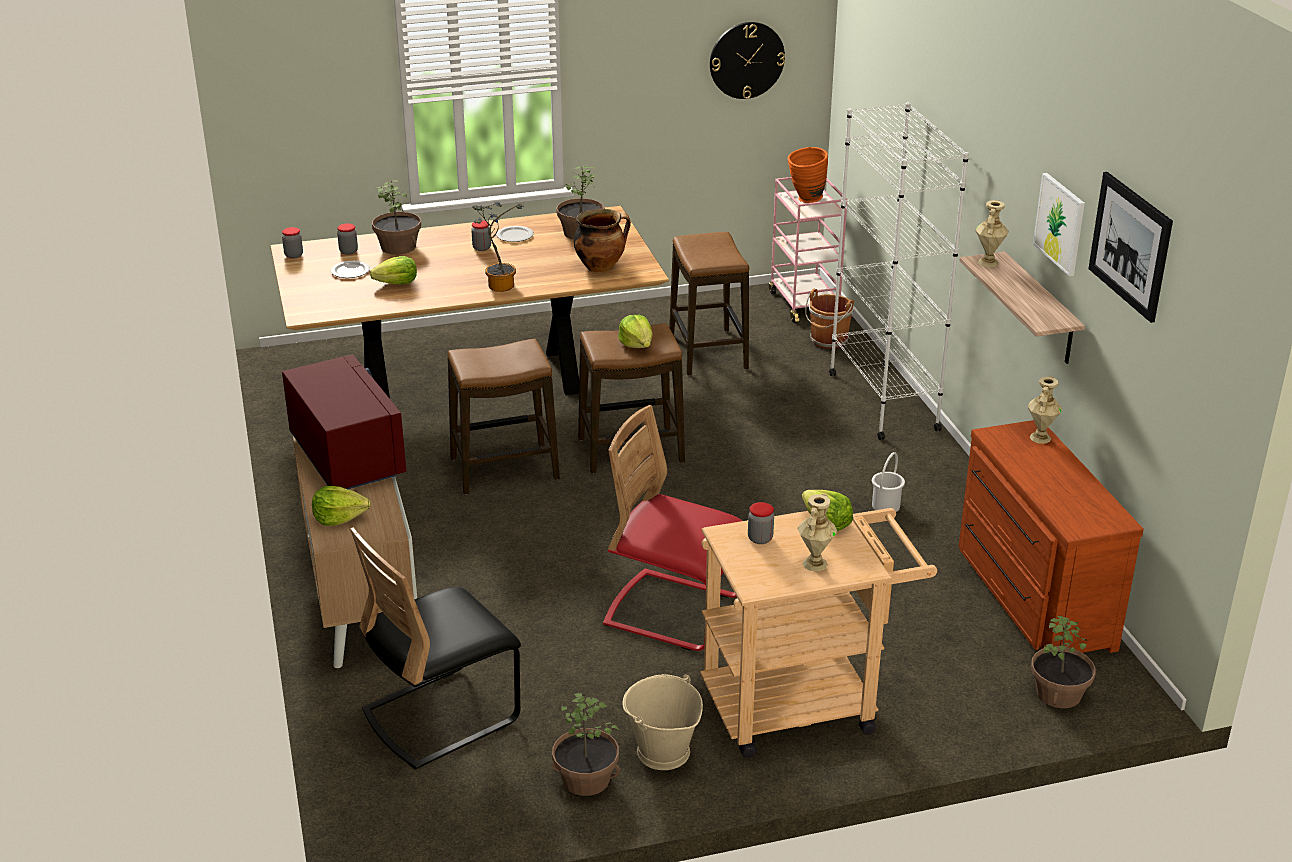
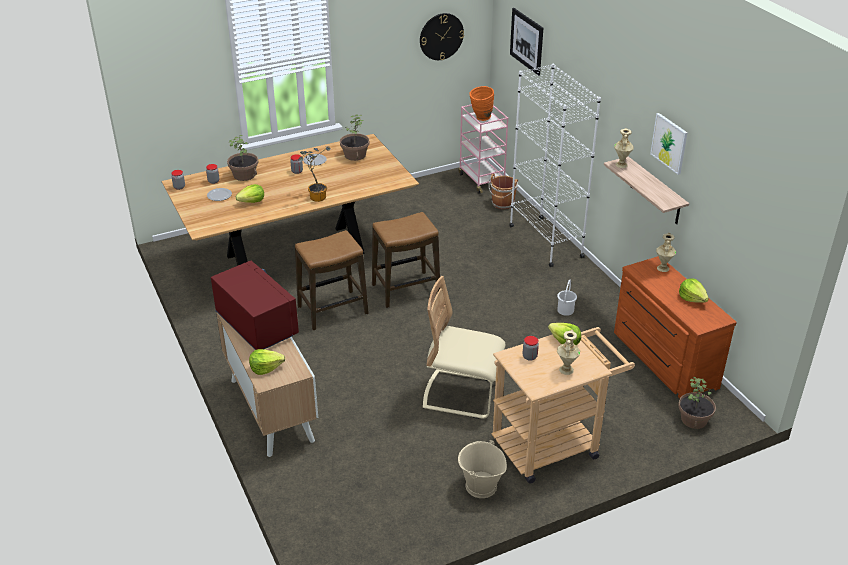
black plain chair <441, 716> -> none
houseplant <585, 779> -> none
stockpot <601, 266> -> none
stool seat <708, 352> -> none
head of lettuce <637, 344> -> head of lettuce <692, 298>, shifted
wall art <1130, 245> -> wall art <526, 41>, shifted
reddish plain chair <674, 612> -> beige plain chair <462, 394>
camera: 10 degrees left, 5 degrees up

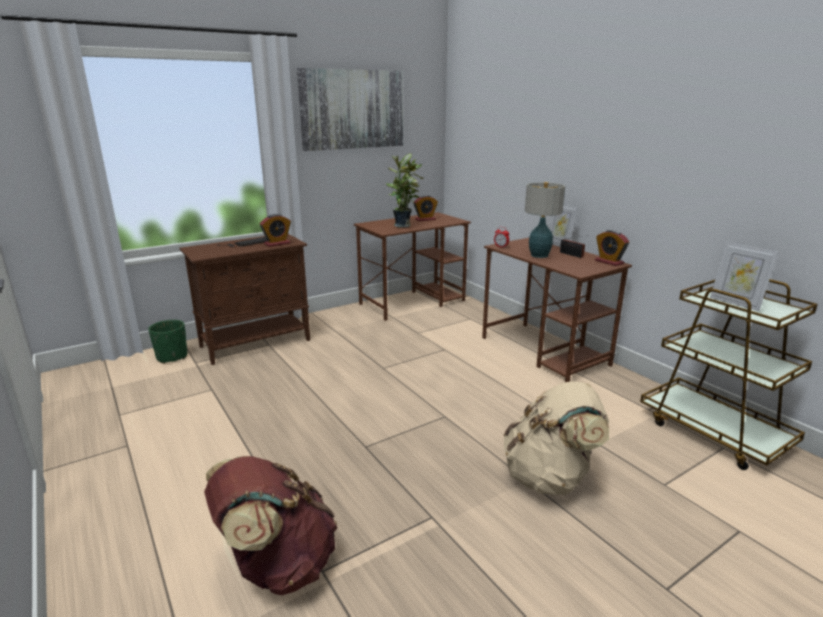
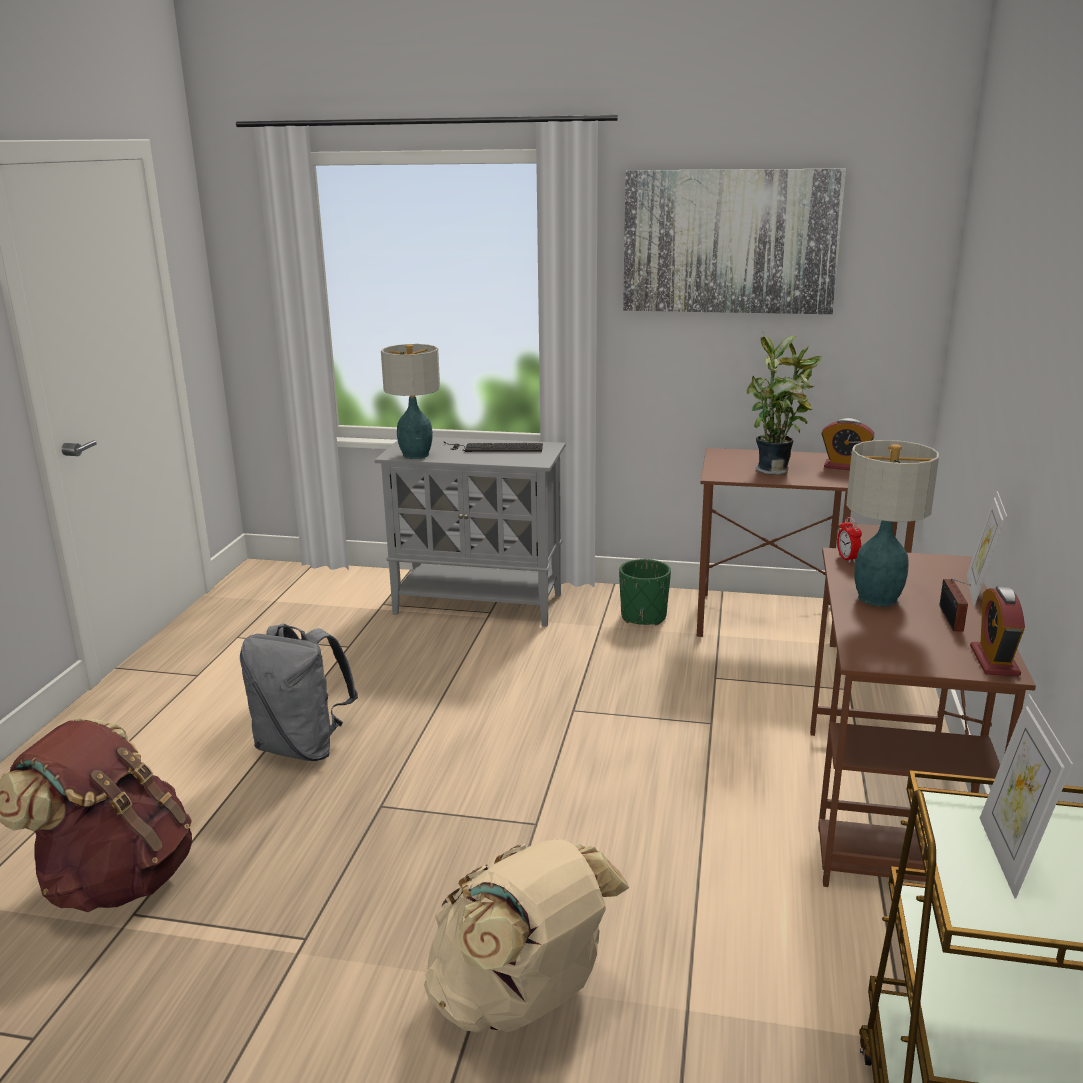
table clock <277, 243> -> none
none -> gray knapsack <302, 747>
none -> table lamp <415, 455>
green planter <172, 357> -> green planter <643, 617>, shifted
brownish cabinet <256, 343> -> gray cabinet <480, 604>
camera: 45 degrees right, 0 degrees up

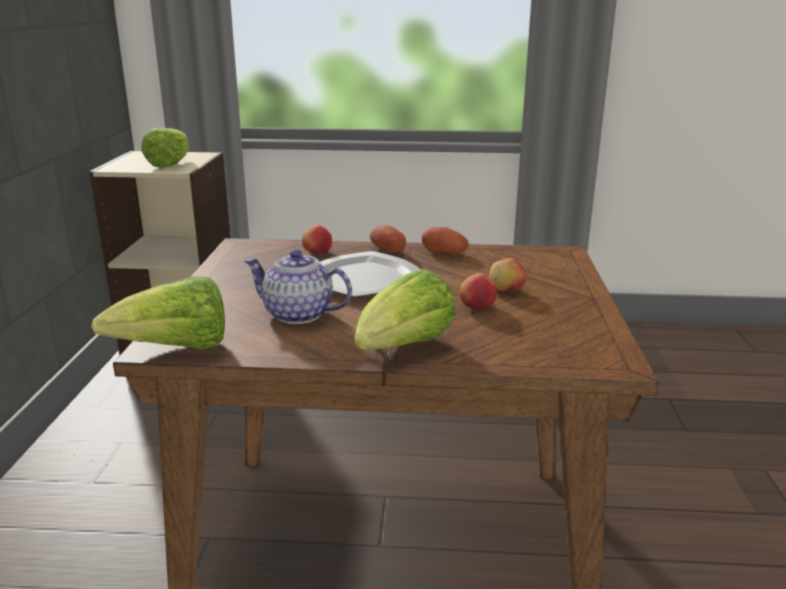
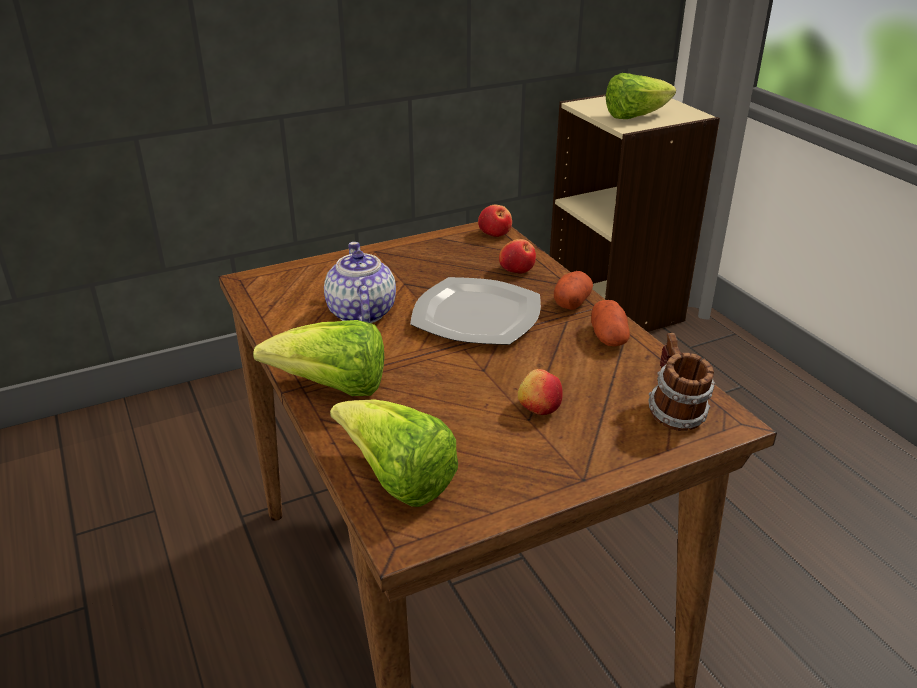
none -> coffee mug <674, 413>
head of lettuce <176, 350> -> head of lettuce <397, 479>, shifted
apple <477, 306> -> apple <495, 233>, shifted
camera: 60 degrees right, 10 degrees up

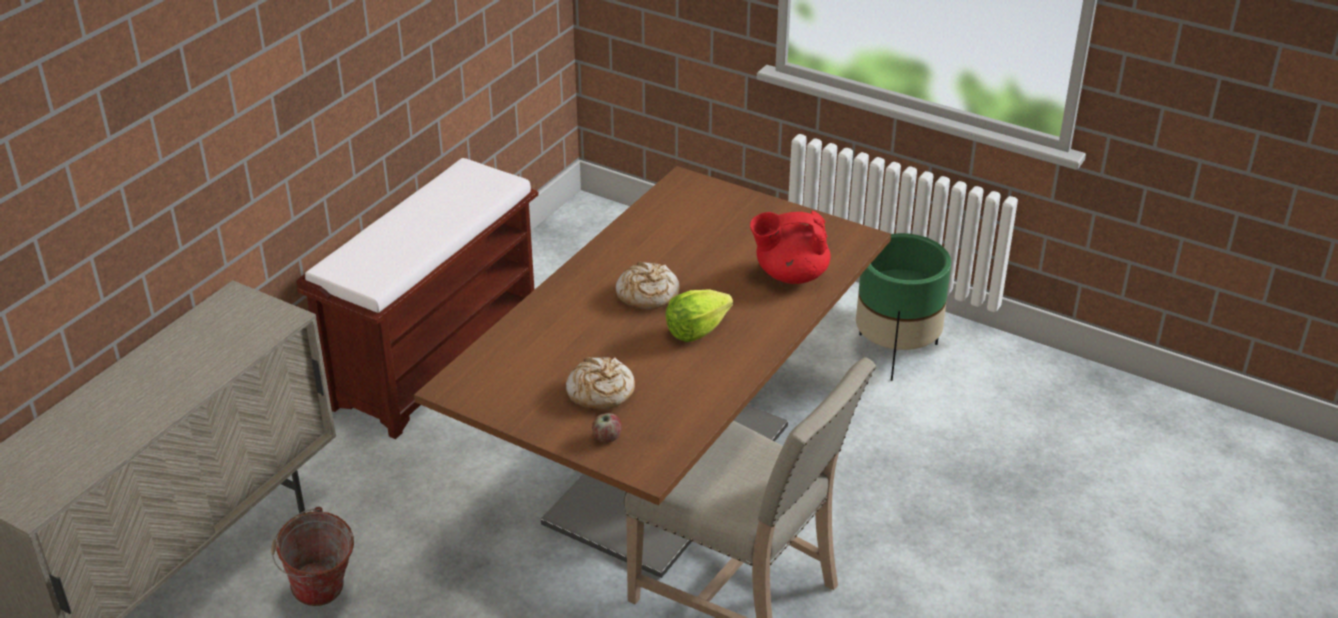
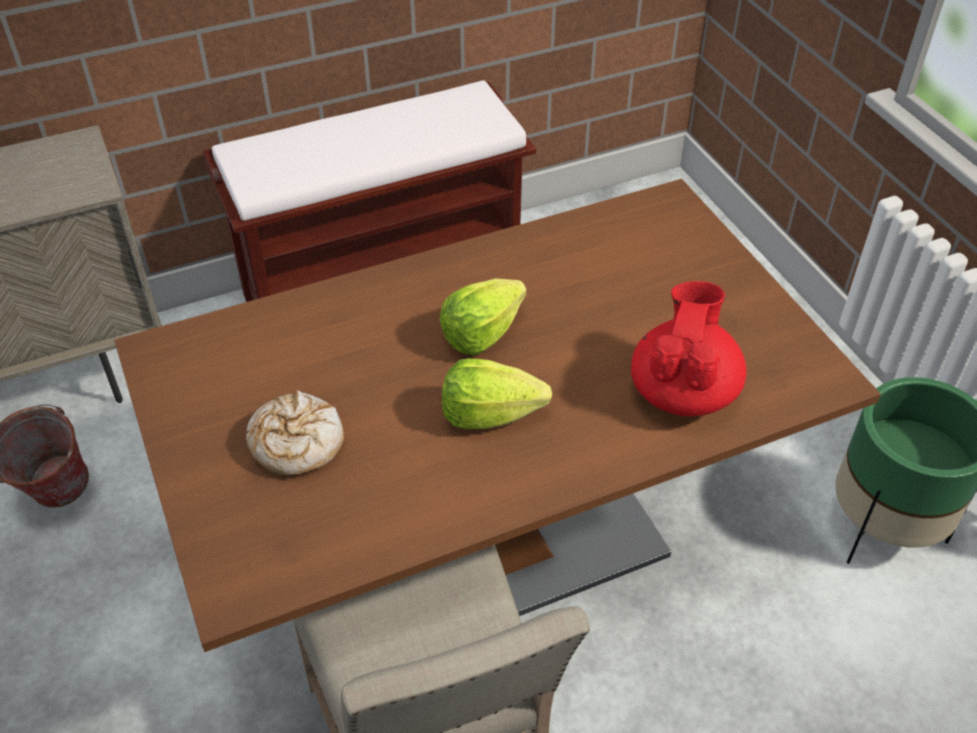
apple <606, 437> -> none
bakery bread <647, 294> -> head of lettuce <481, 334>
reddish pot for tea <790, 274> -> reddish pot for tea <683, 391>, 75 degrees clockwise
camera: 35 degrees right, 10 degrees up

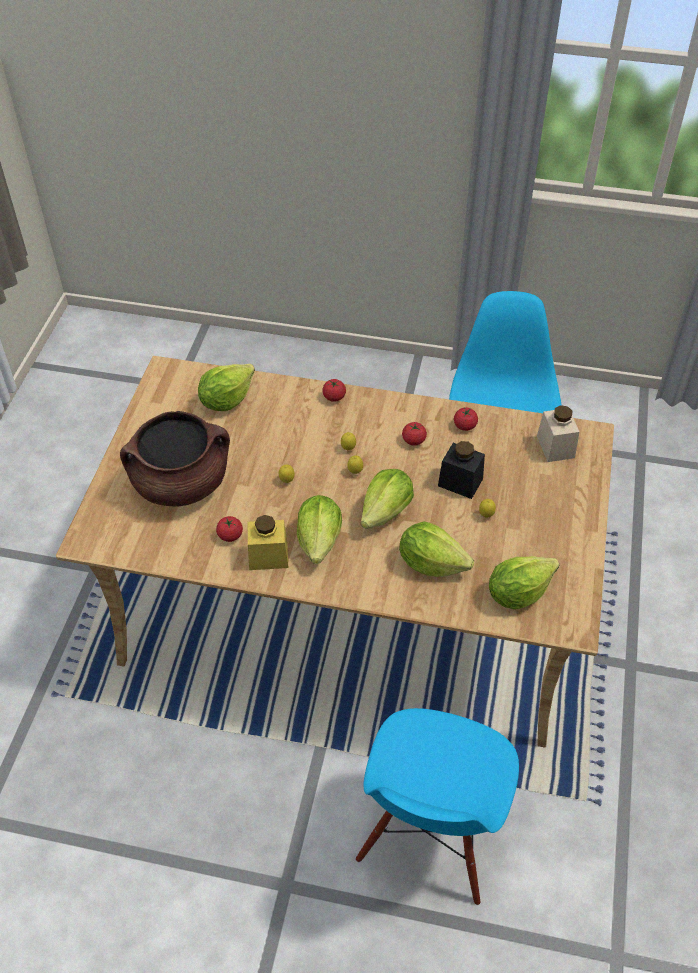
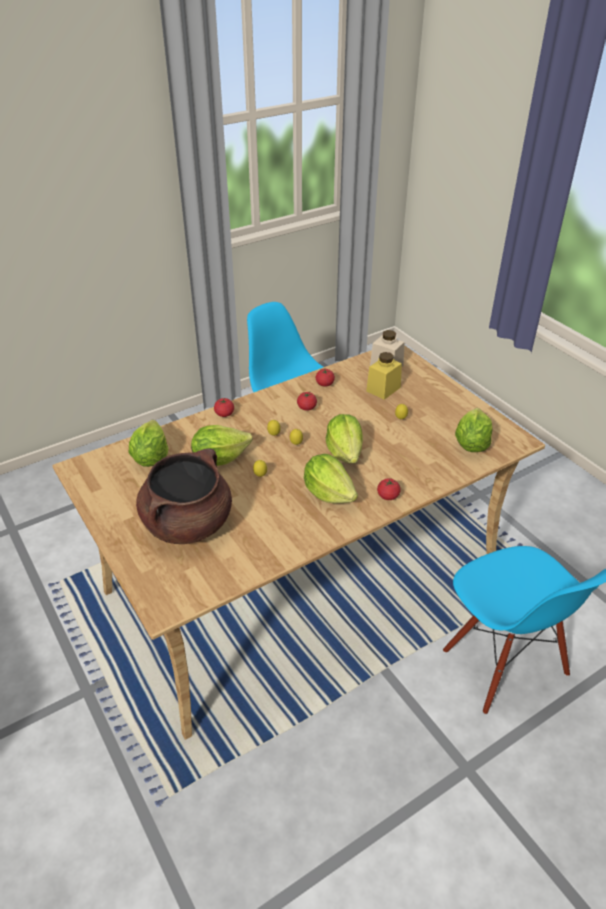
black storage jar <460, 482> -> none
whole tomato <230, 535> -> whole tomato <388, 496>, shifted
yellowish storage jar <268, 556> -> yellowish storage jar <383, 389>, shifted
head of lettuce <431, 563> -> head of lettuce <219, 458>, shifted
camera: 45 degrees left, 10 degrees down

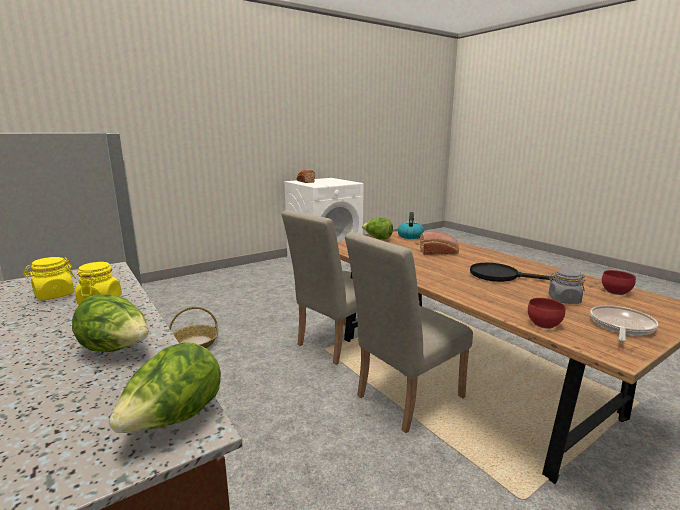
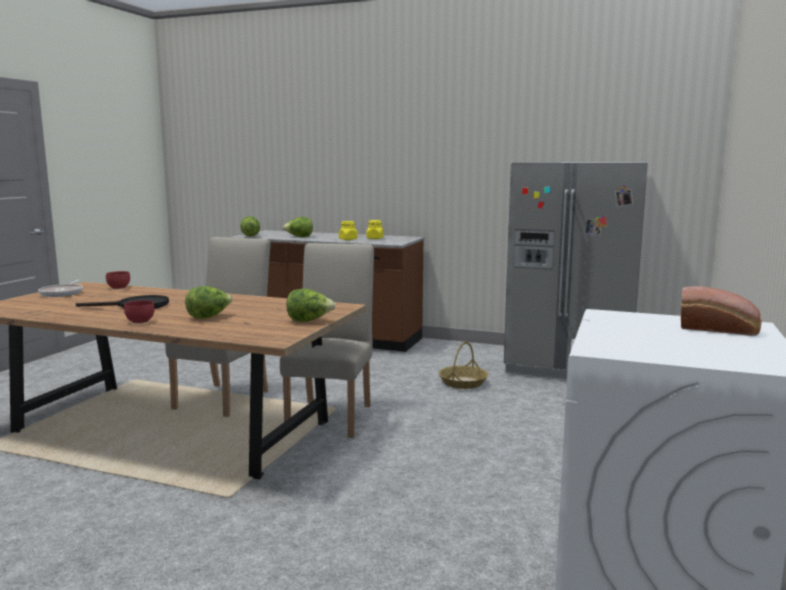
kettle <410, 236> -> none
gray storage jar <563, 300> -> none
reddish bowl <614, 292> -> reddish bowl <141, 321>, shifted
bakery bread <439, 252> -> head of lettuce <209, 317>
camera: 145 degrees right, 5 degrees down

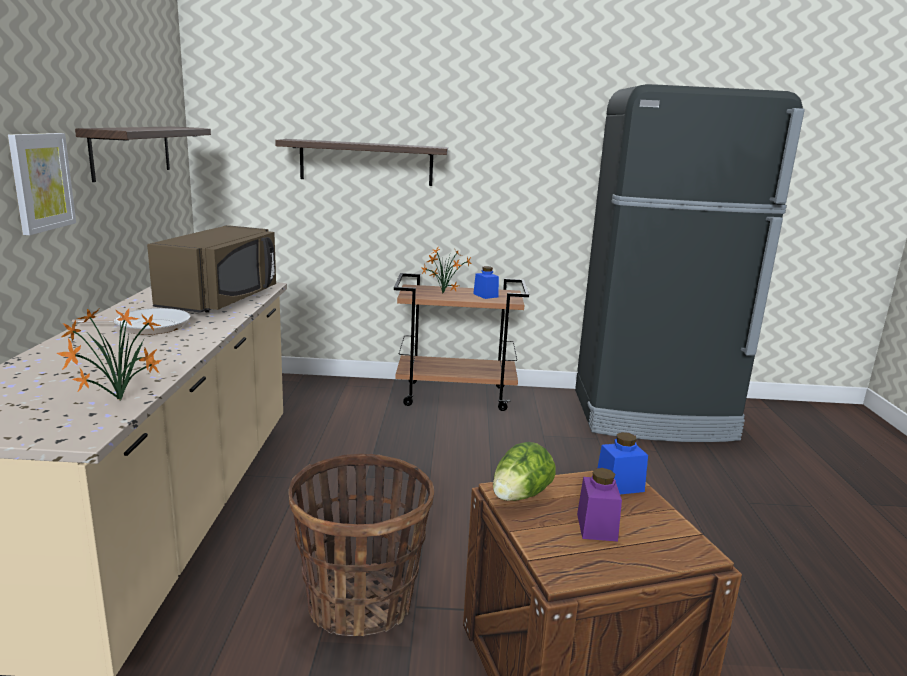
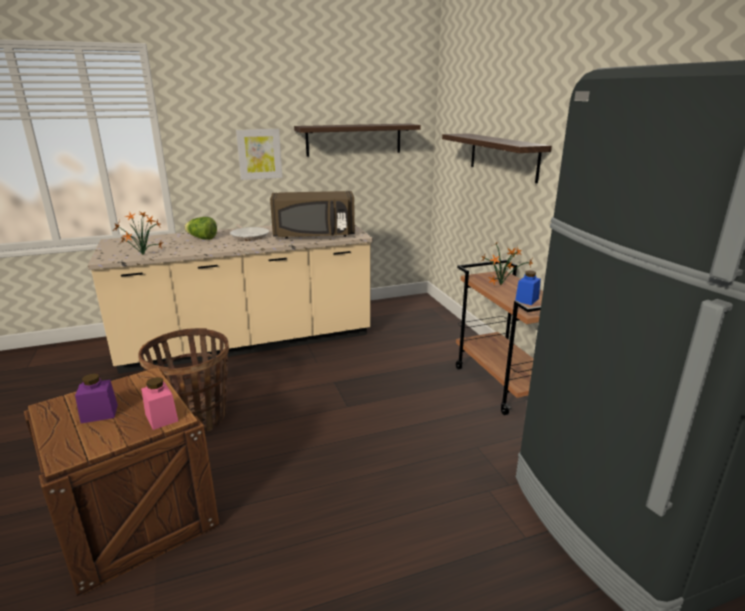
head of lettuce <519, 496> -> head of lettuce <202, 238>, shifted
blue storage jar <619, 485> -> pinkish storage jar <161, 418>
camera: 70 degrees right, 5 degrees up

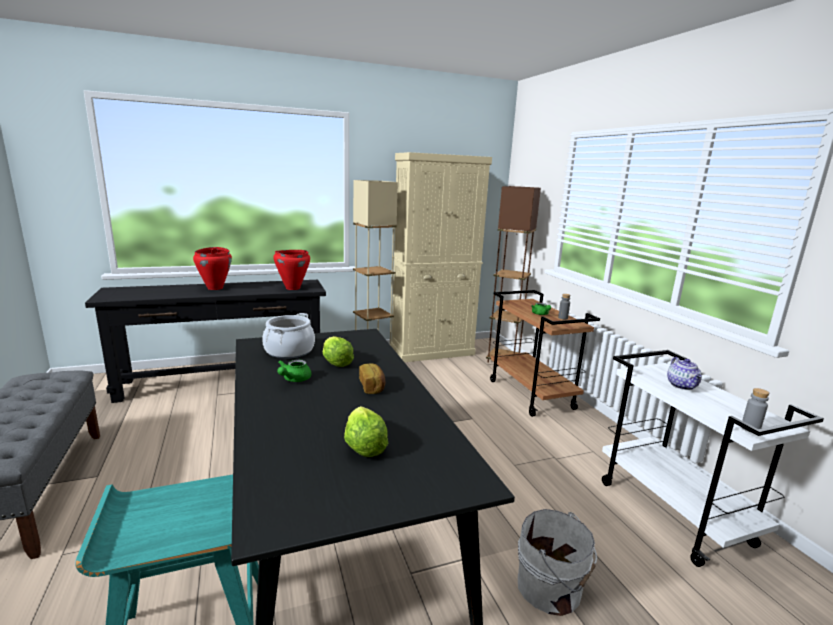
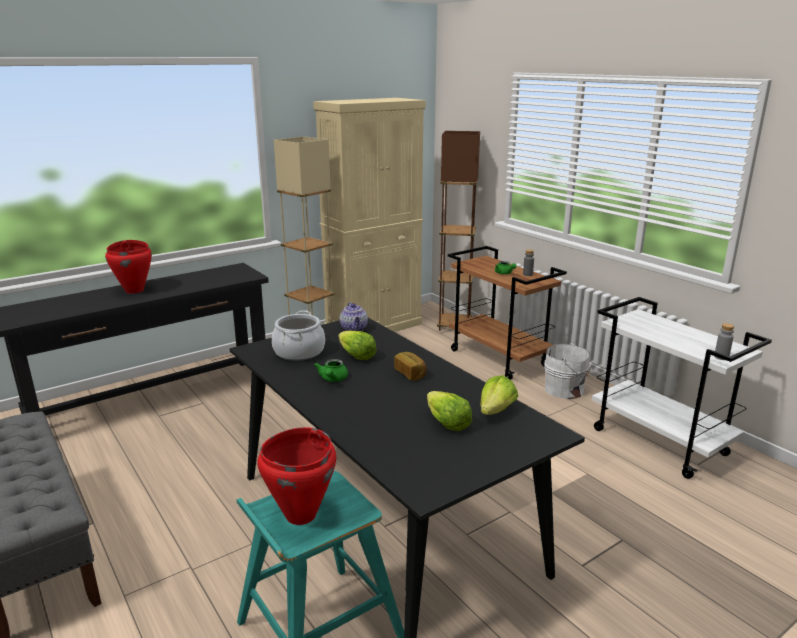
none -> head of lettuce <496, 411>
reddish stockpot <292, 288> -> reddish stockpot <300, 515>, shifted
white water bucket <551, 589> -> white water bucket <566, 390>, shifted
pot for tea <682, 386> -> pot for tea <354, 329>, shifted
camera: 15 degrees left, 5 degrees up

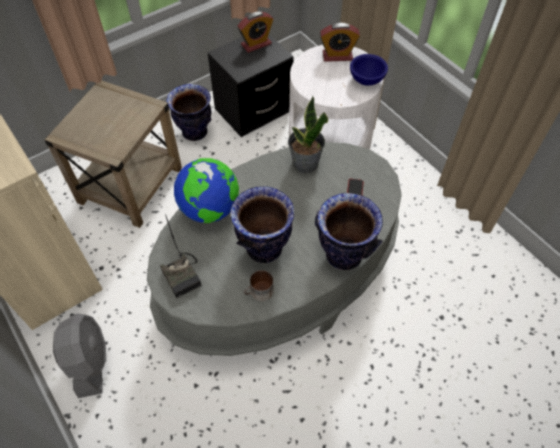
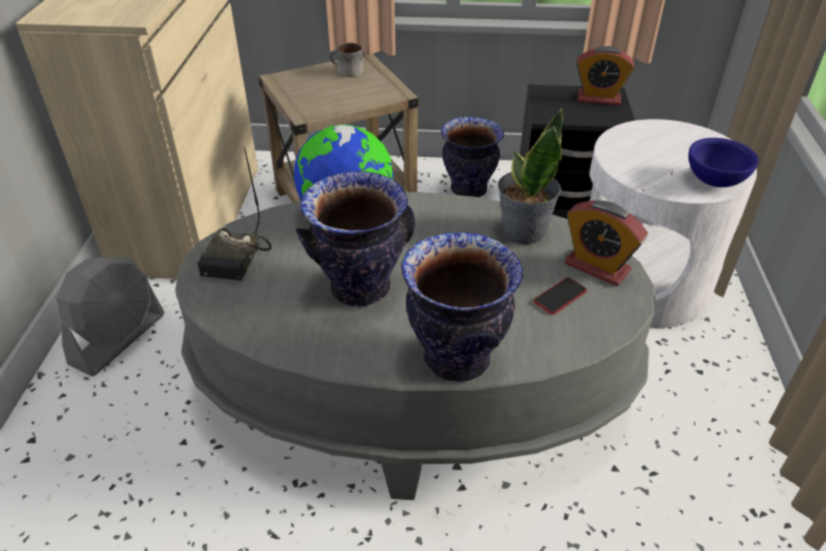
coffee mug <259, 293> -> coffee mug <346, 71>, shifted
table clock <337, 56> -> table clock <597, 267>, shifted
camera: 40 degrees right, 15 degrees down

